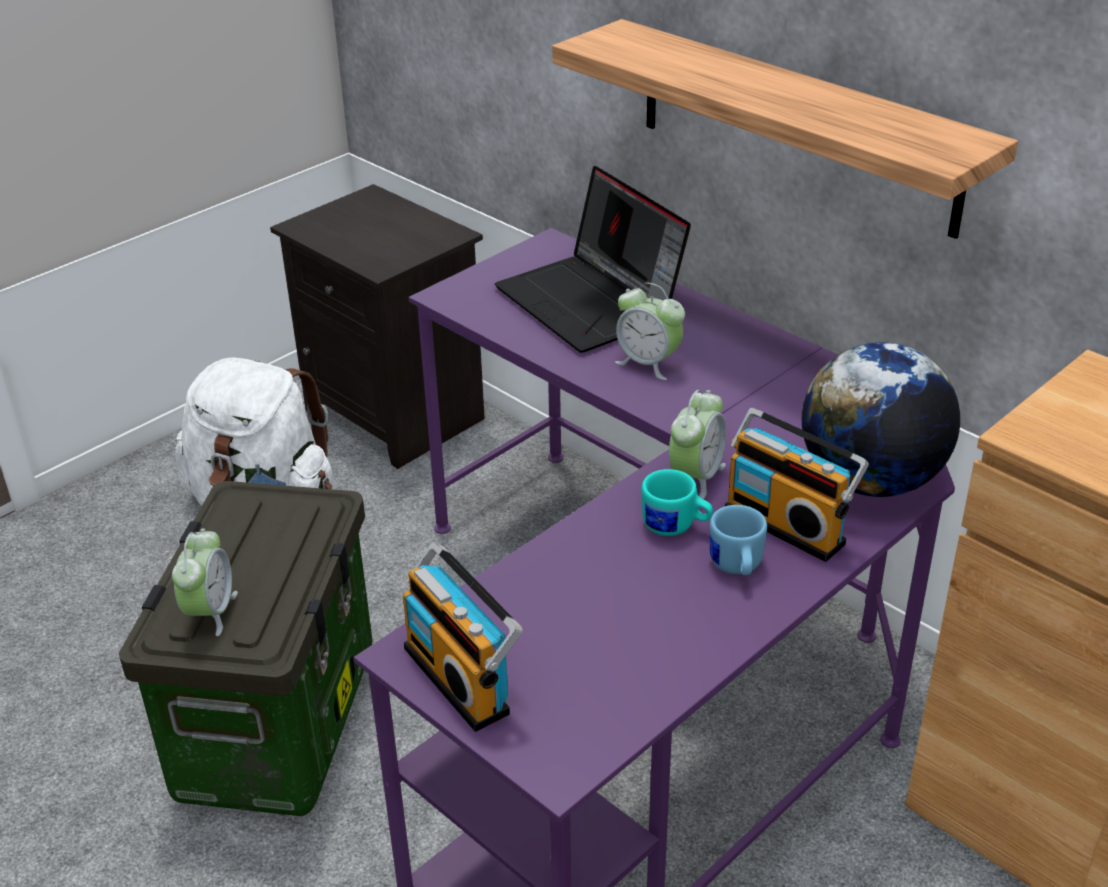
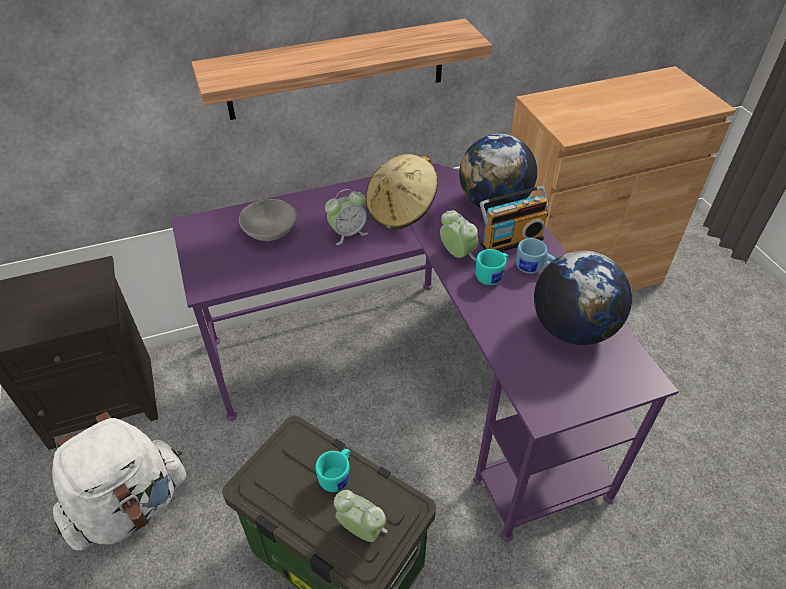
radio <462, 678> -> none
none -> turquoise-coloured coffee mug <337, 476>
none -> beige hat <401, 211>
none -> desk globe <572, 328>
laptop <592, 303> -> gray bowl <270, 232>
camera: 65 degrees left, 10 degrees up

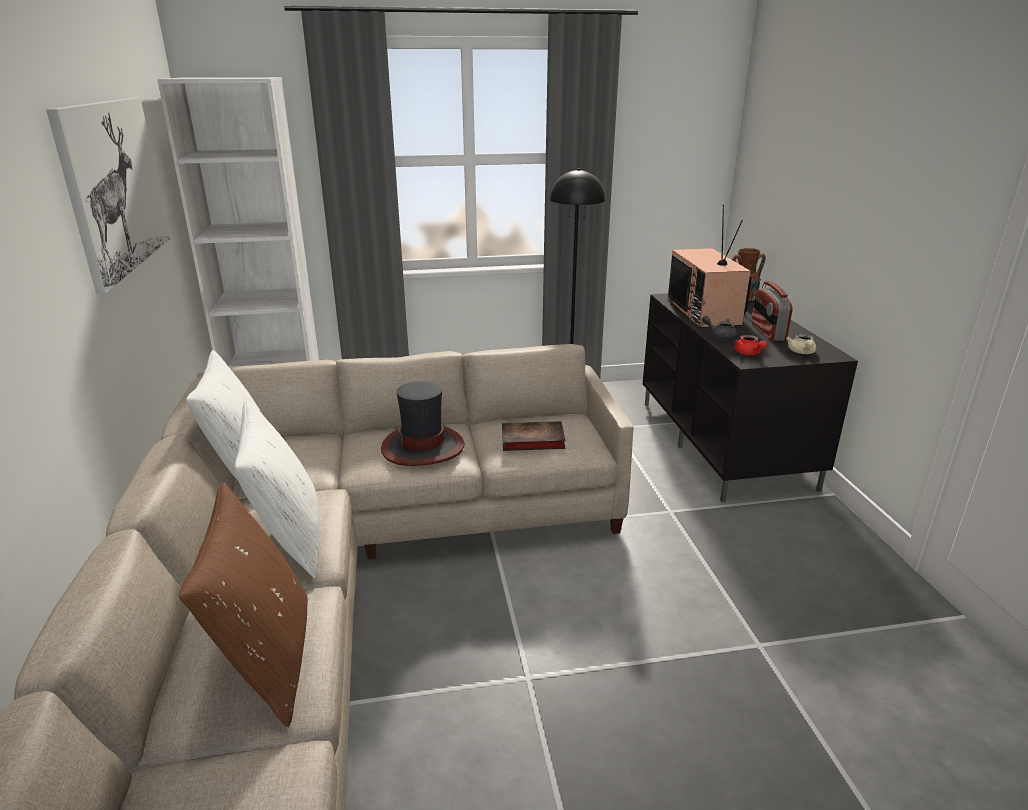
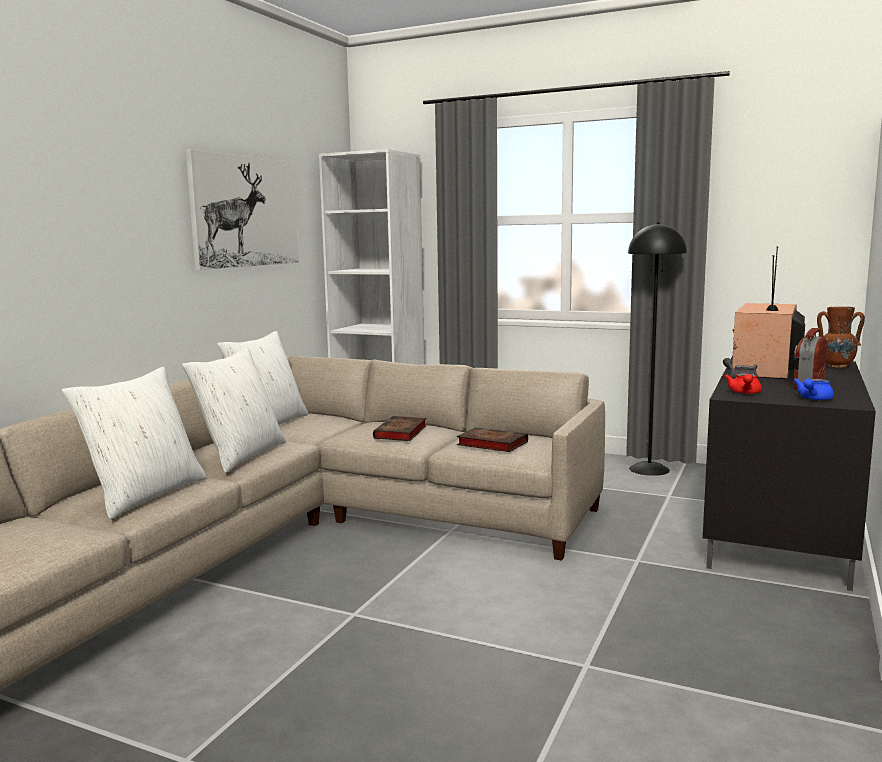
hat <423, 447> -> book <400, 433>
brownish cushion <268, 660> -> white cushion <145, 495>
beige pot for tea <801, 352> -> blue pot for tea <813, 399>
camera: 35 degrees right, 15 degrees down

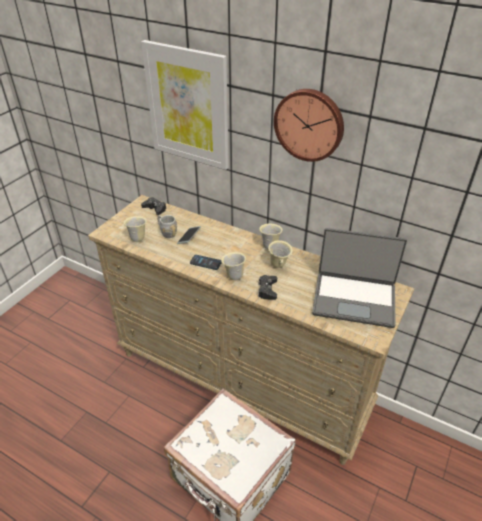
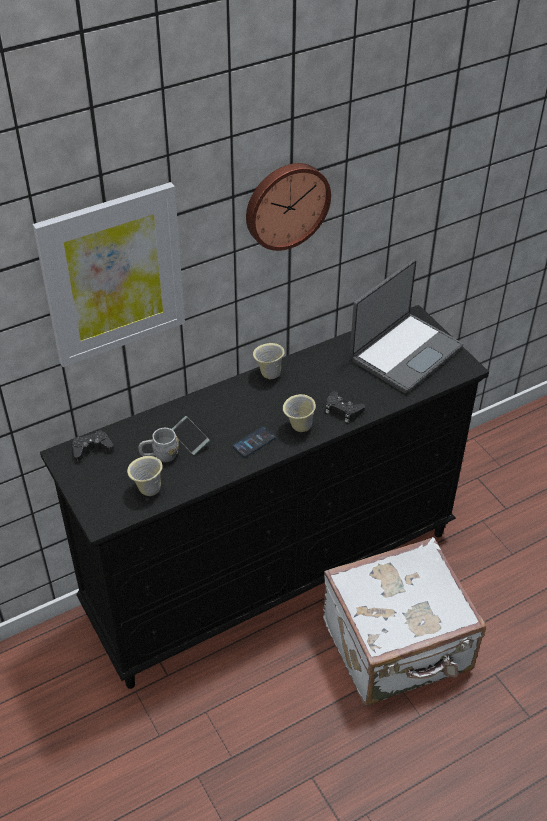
beige coffee mug <279, 266> -> none
beige chest of drawers <242, 381> -> black chest of drawers <273, 572>
camera: 60 degrees left, 5 degrees up

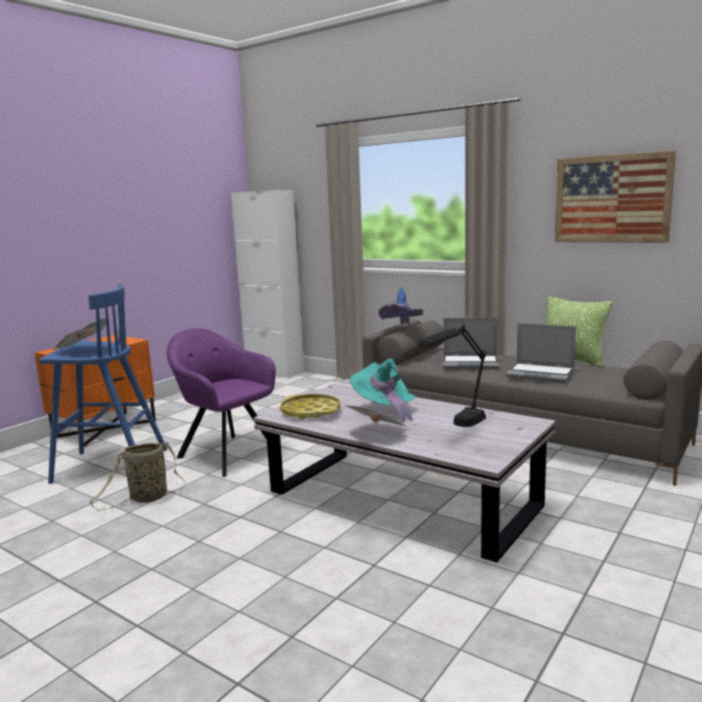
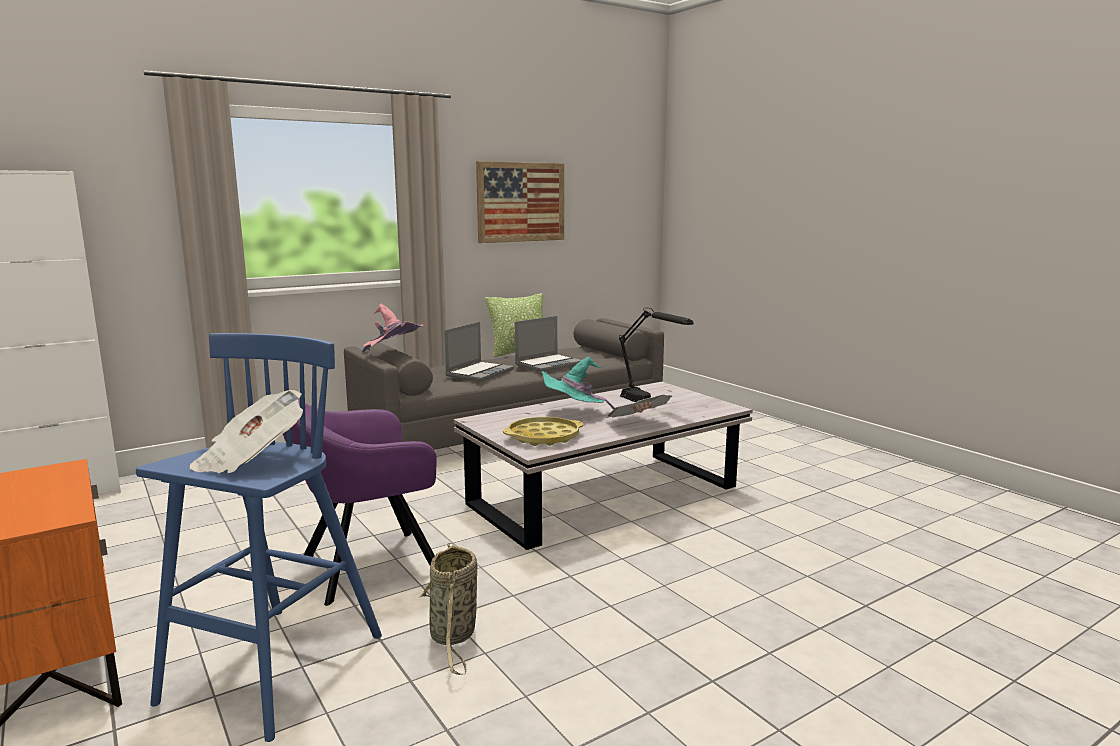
blue hat <401, 330> -> pinkish hat <393, 355>
camera: 70 degrees left, 0 degrees up

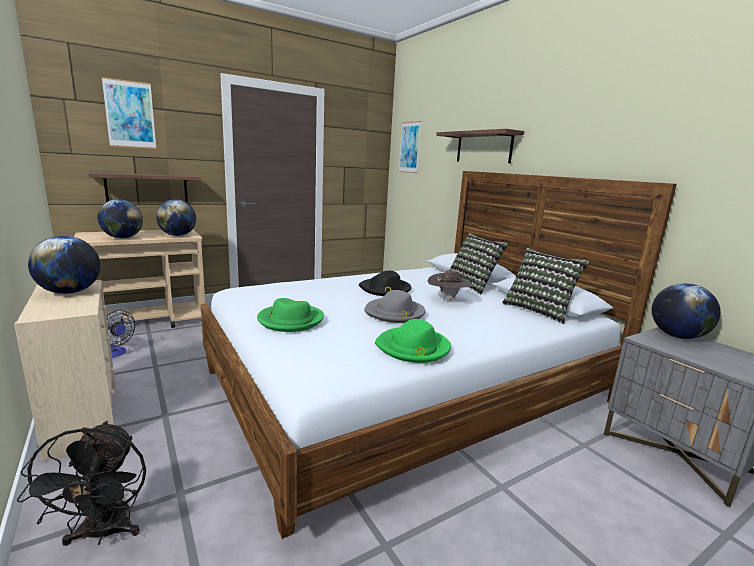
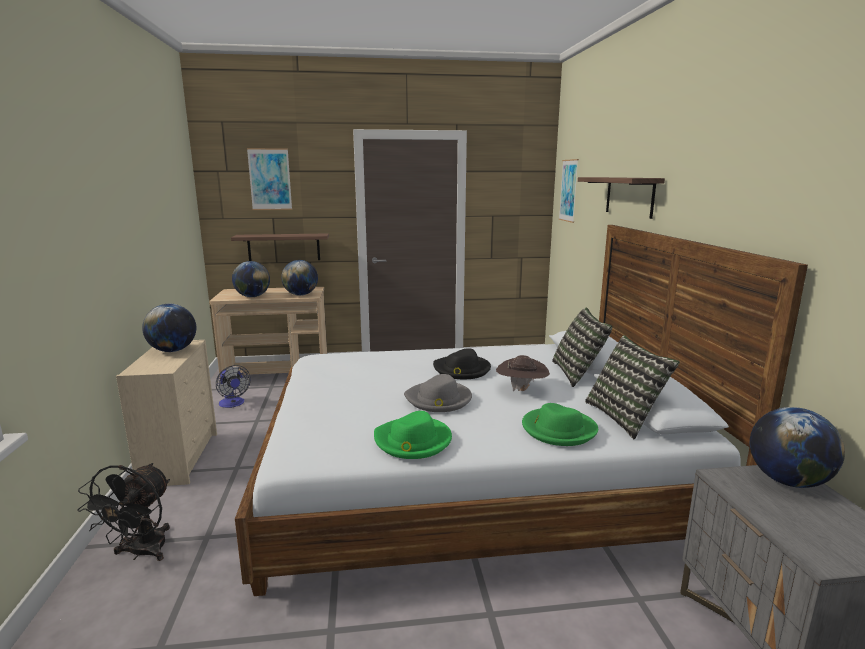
green hat <290, 320> -> green hat <558, 429>, shifted
camera: 25 degrees right, 0 degrees up

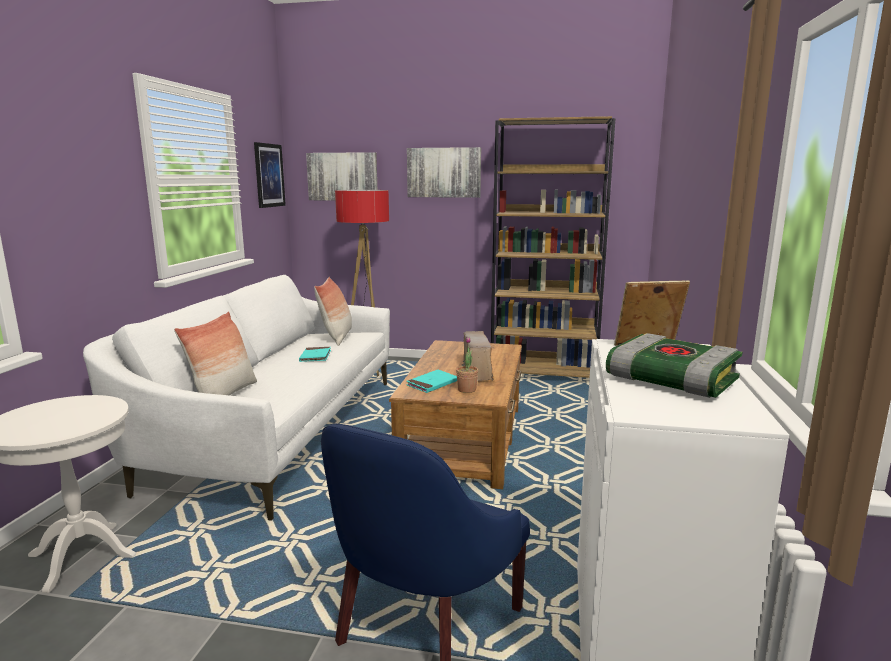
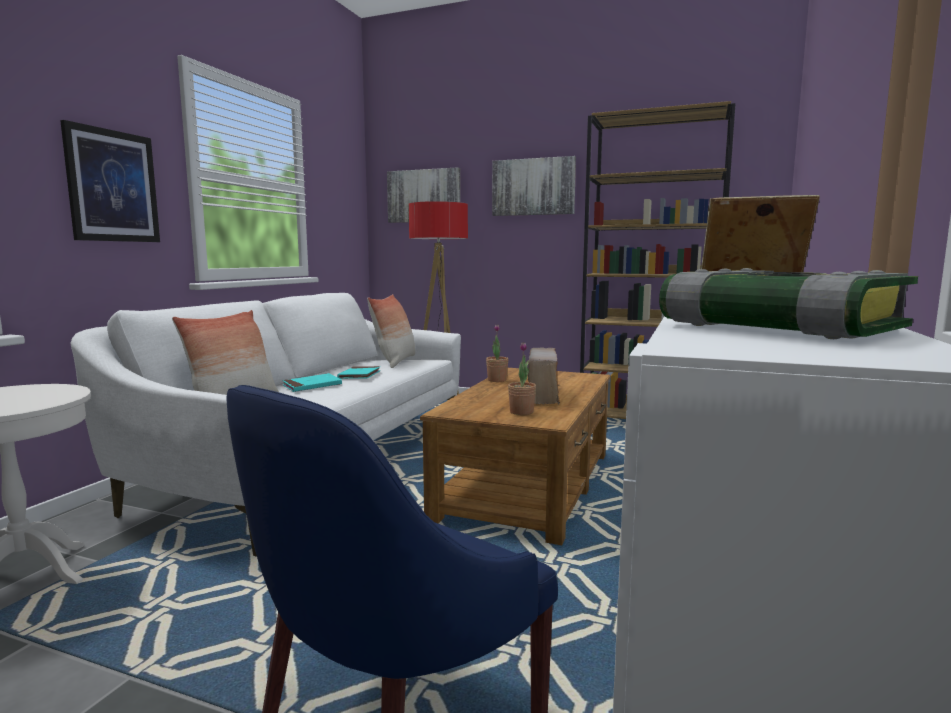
none -> houseplant <497, 380>
wall art <269, 175> -> wall art <112, 186>, shifted
turquoise-coloured book <432, 384> -> turquoise-coloured book <312, 385>, shifted
camera: 10 degrees right, 5 degrees down

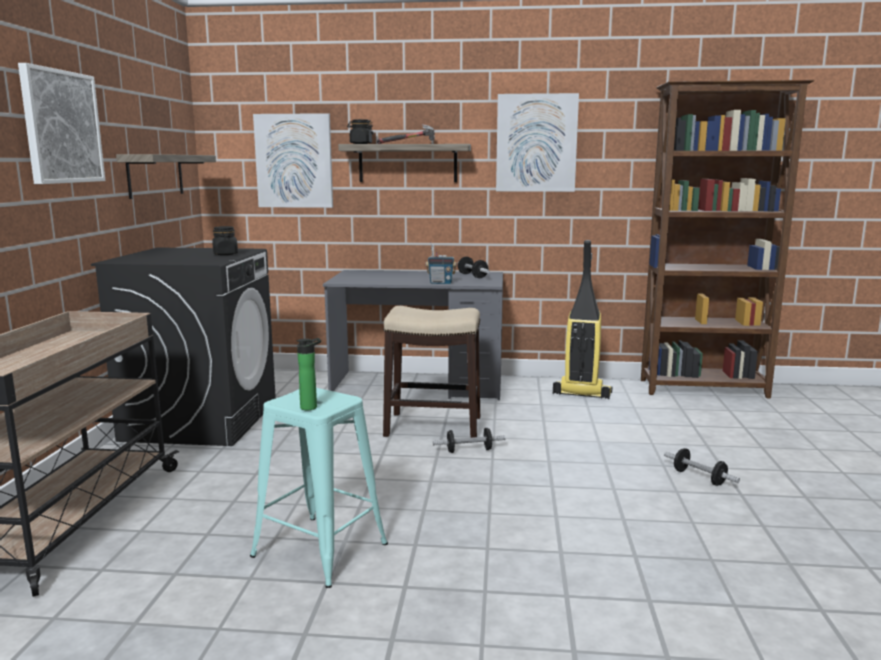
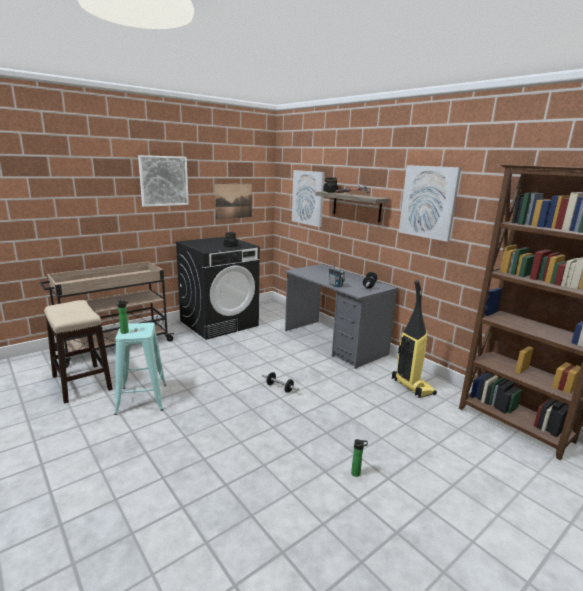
stool seat <432, 426> -> stool seat <81, 382>, shifted
wall shelf <155, 175> -> wall art <233, 201>
dumbbell <699, 478> -> drink bottle <357, 473>
camera: 45 degrees right, 5 degrees up

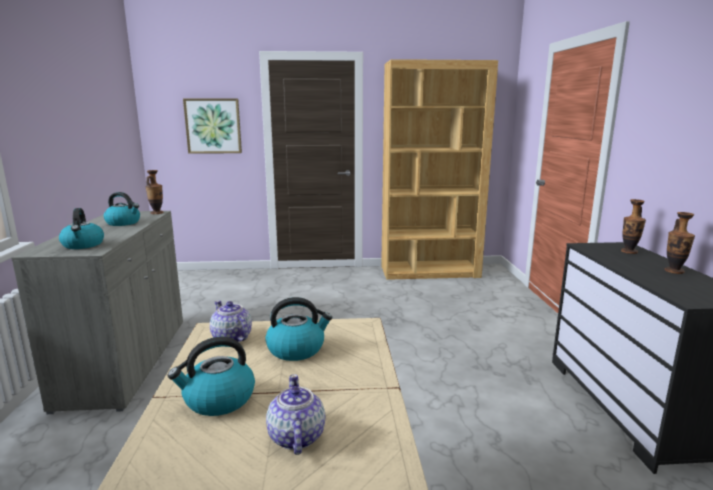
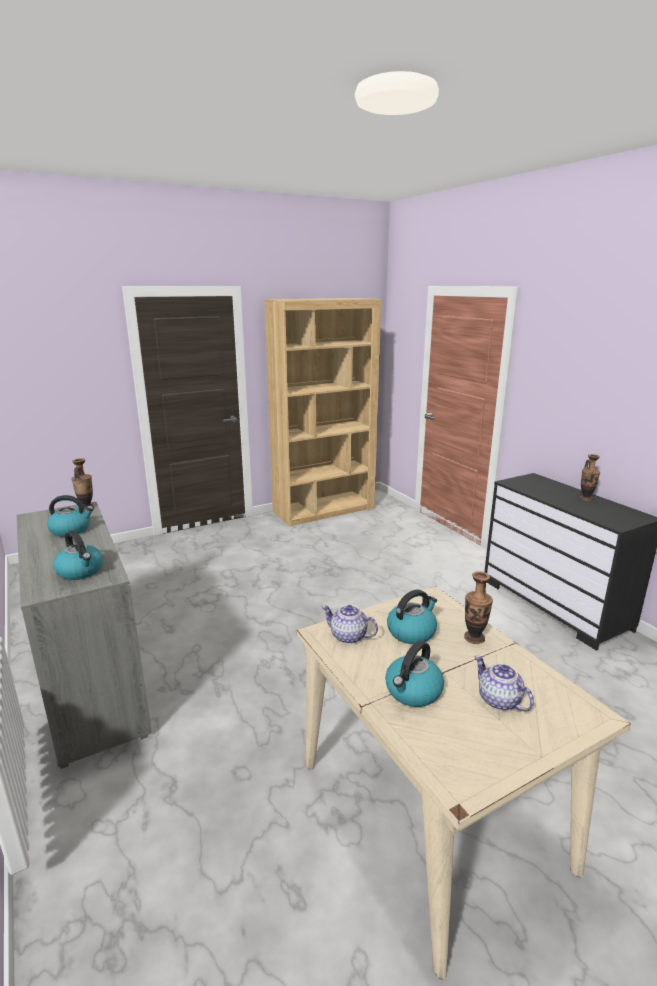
wall art <213, 126> -> none
vase <629, 252> -> vase <474, 638>, shifted
camera: 25 degrees left, 5 degrees up

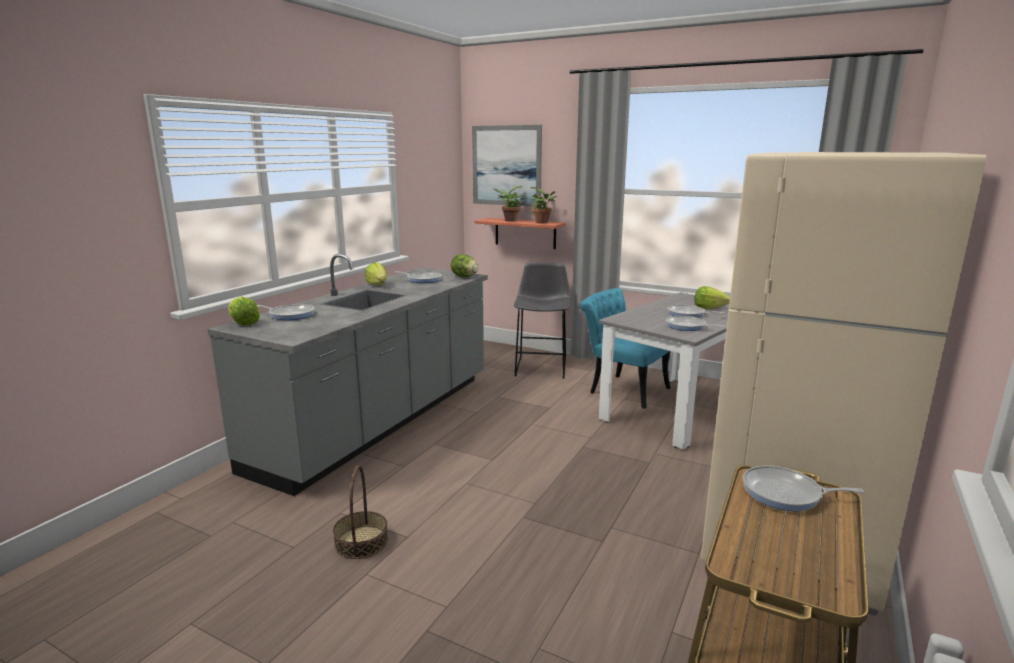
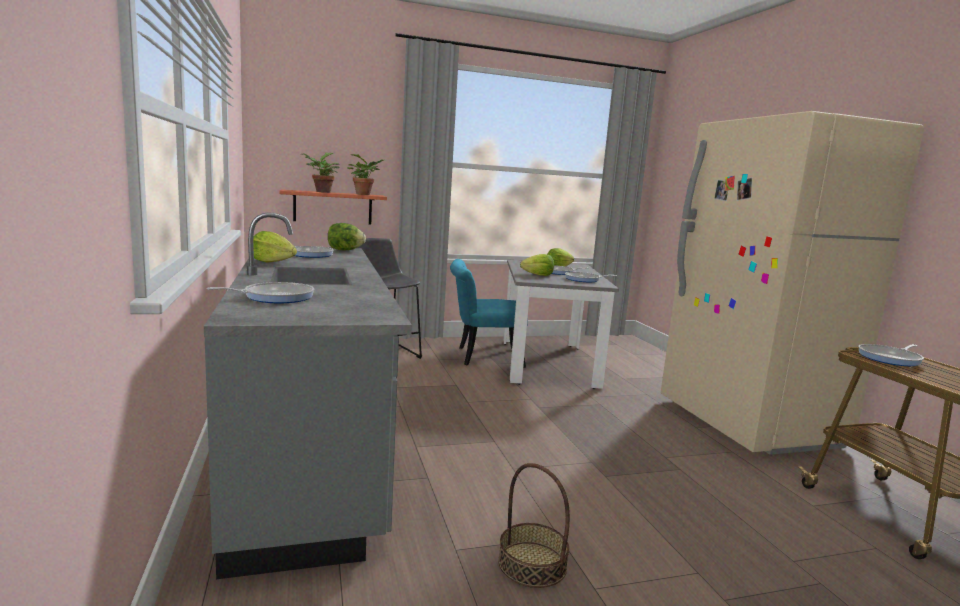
wall art <506, 165> -> none
head of lettuce <243, 323> -> head of lettuce <538, 275>, shifted
camera: 45 degrees left, 5 degrees down

